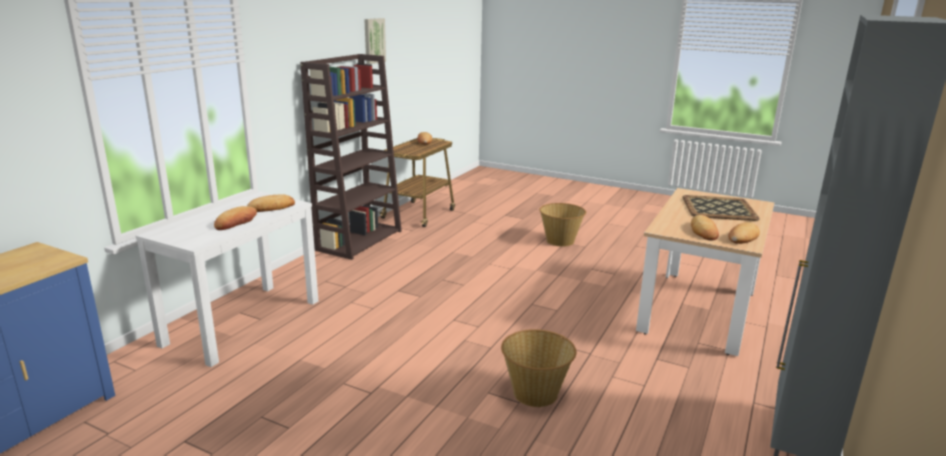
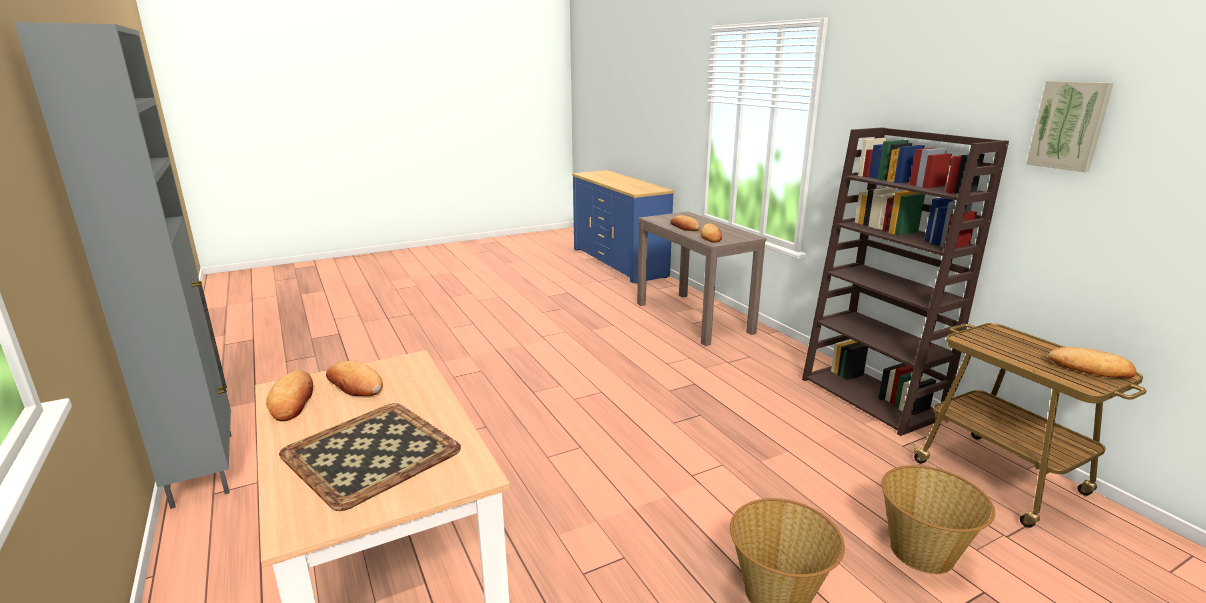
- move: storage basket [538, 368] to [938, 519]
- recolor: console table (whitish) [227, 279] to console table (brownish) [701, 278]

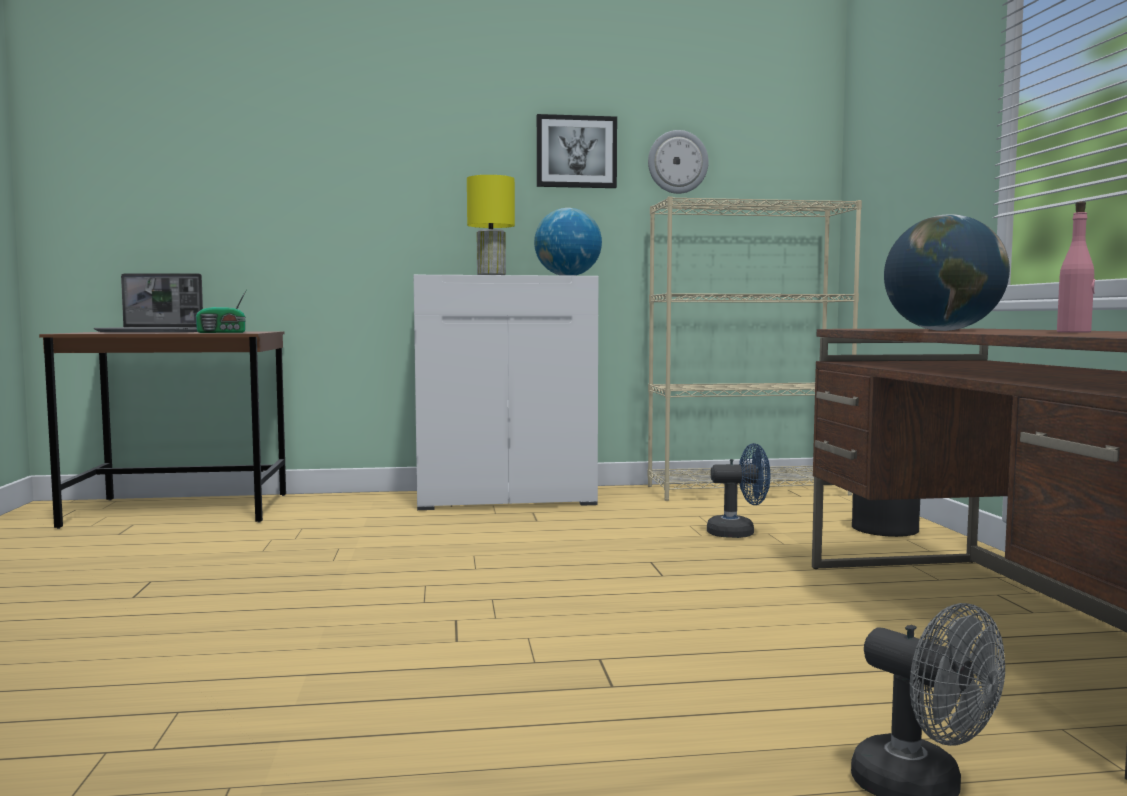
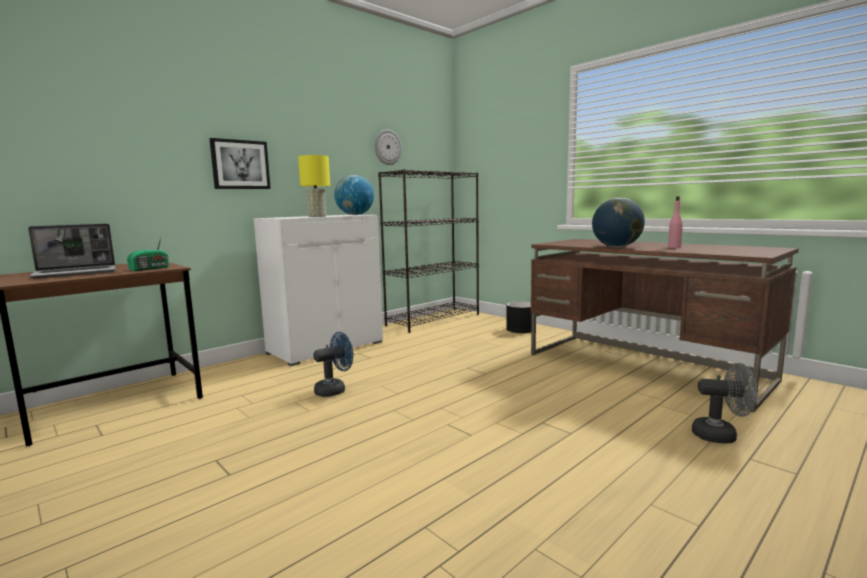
- move: picture [577, 151] to [240, 163]
- move: cooling fan (blue-coloured) [738, 490] to [333, 364]
- recolor: shelving unit (sand-coloured) [754, 348] to shelving unit (blackish) [428, 251]

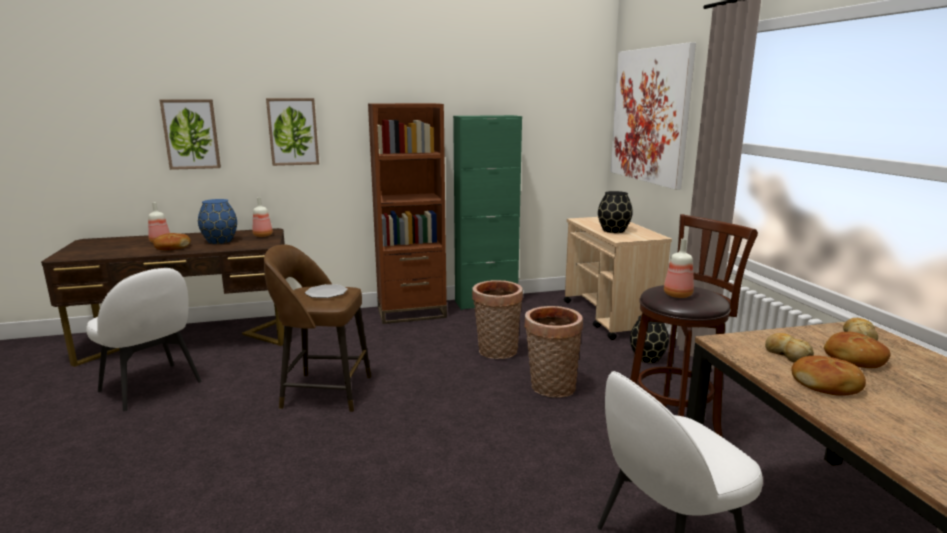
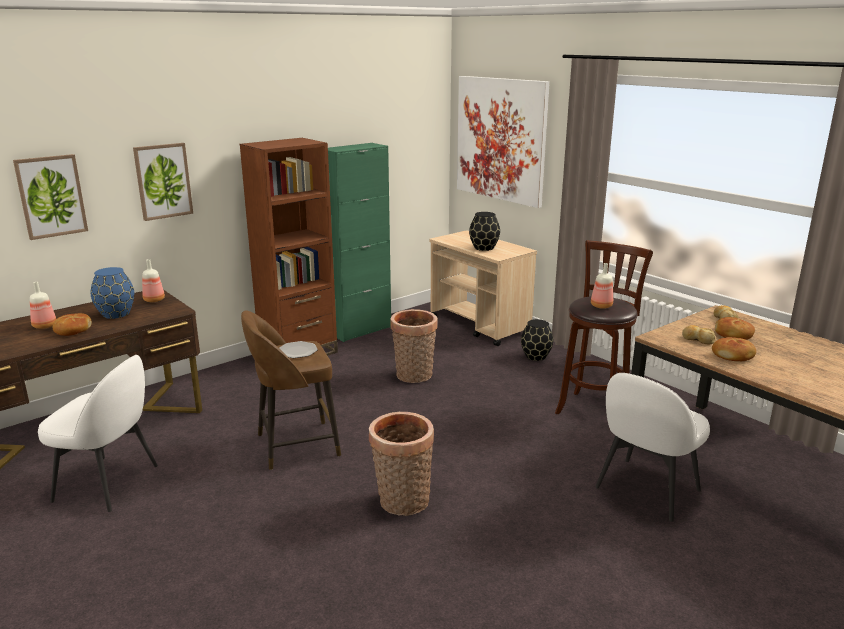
- move: storage basket [553, 351] to [401, 464]

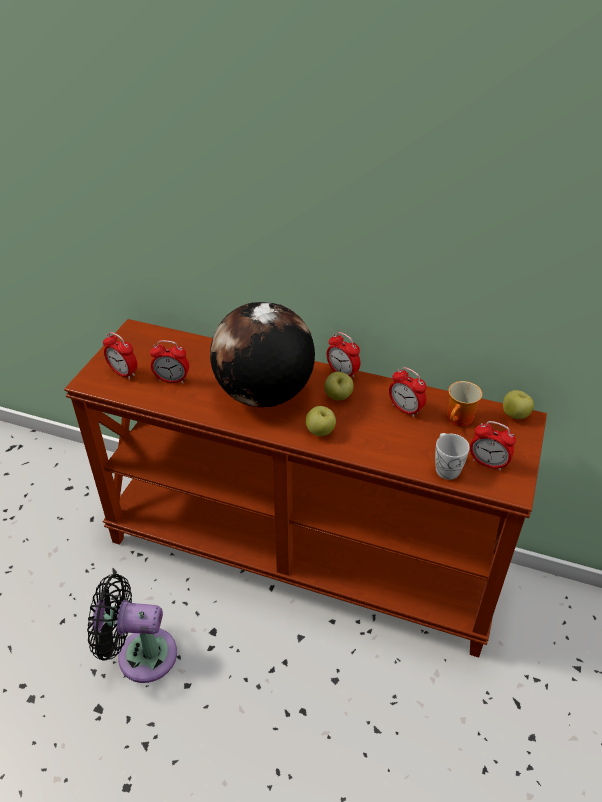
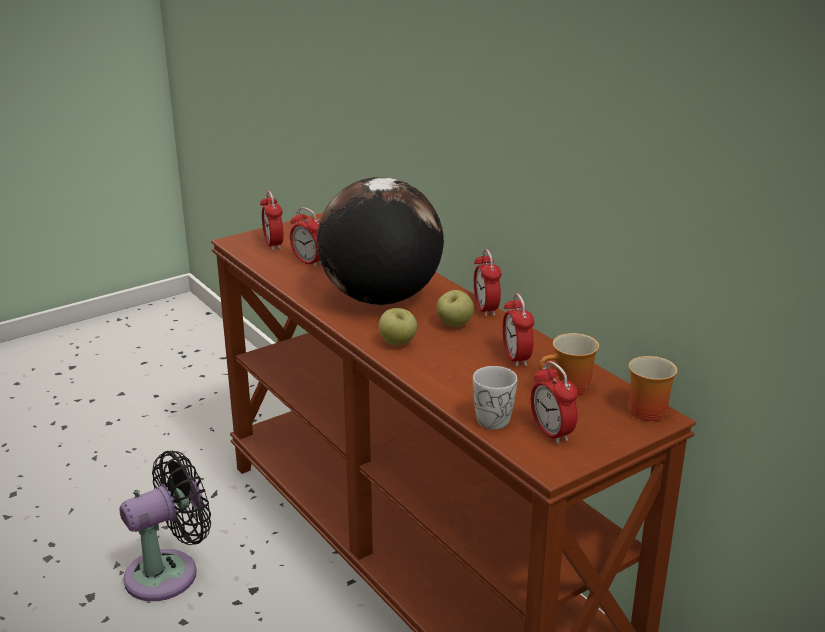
- replace: apple [518, 404] to mug [653, 388]
- rotate: cooling fan (blackish) [132, 628] = [165, 526] 105 degrees clockwise

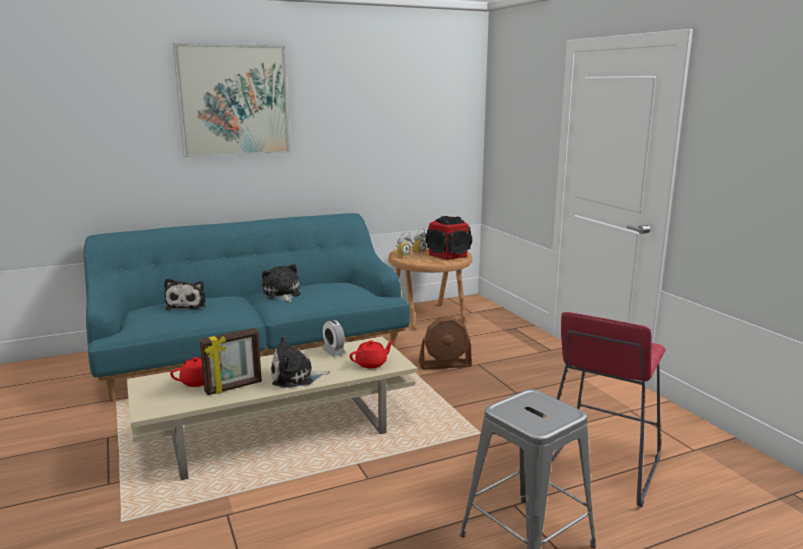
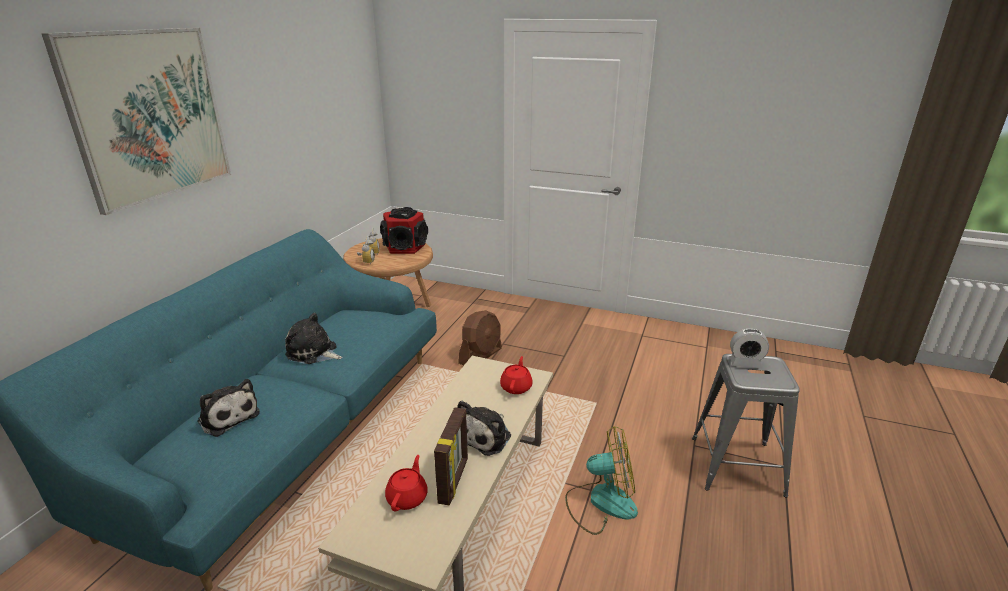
- delete: stool seat (red) [609, 409]
- insert: cooling fan [601, 480]
- move: table clock [334, 338] to [749, 348]

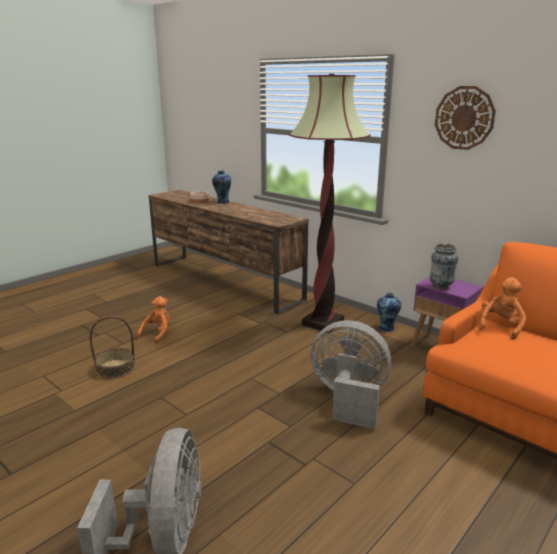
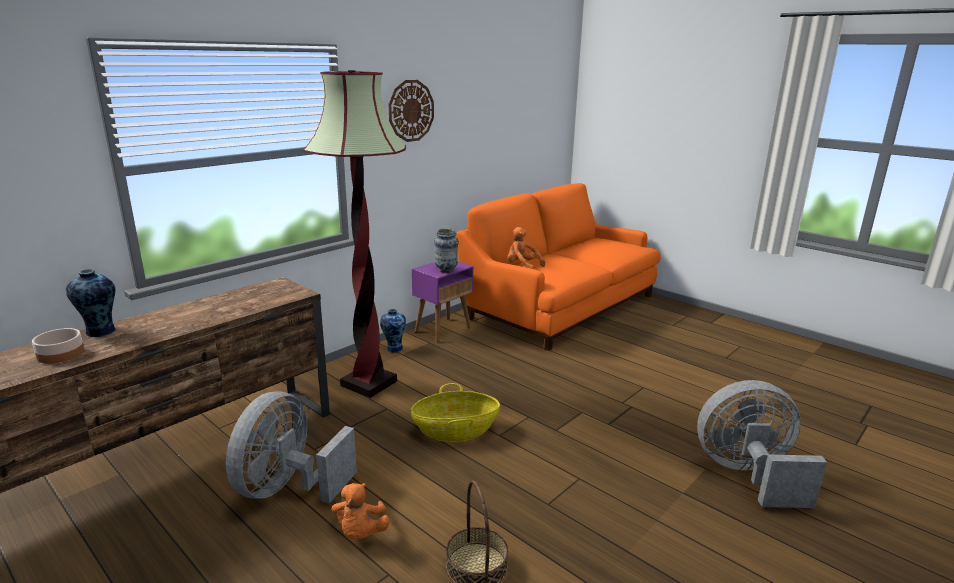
- insert: storage basket [455, 412]
- move: cooling fan (gray) [351, 374] to [291, 447]
- rotate: plush toy (orange-coloured) [153, 320] = [360, 511] 120 degrees counterclockwise

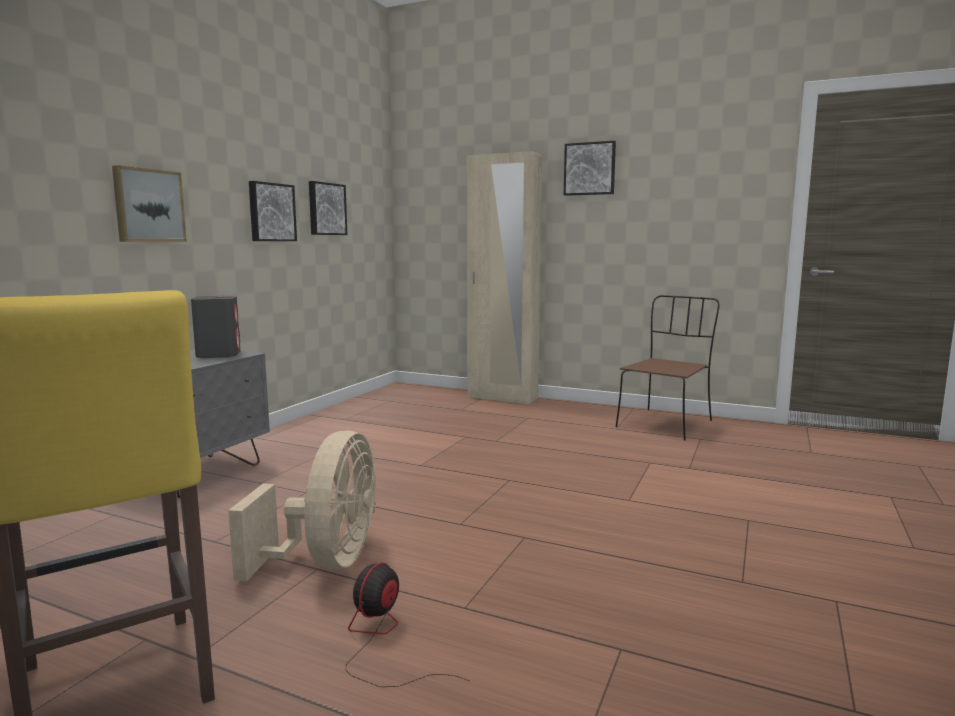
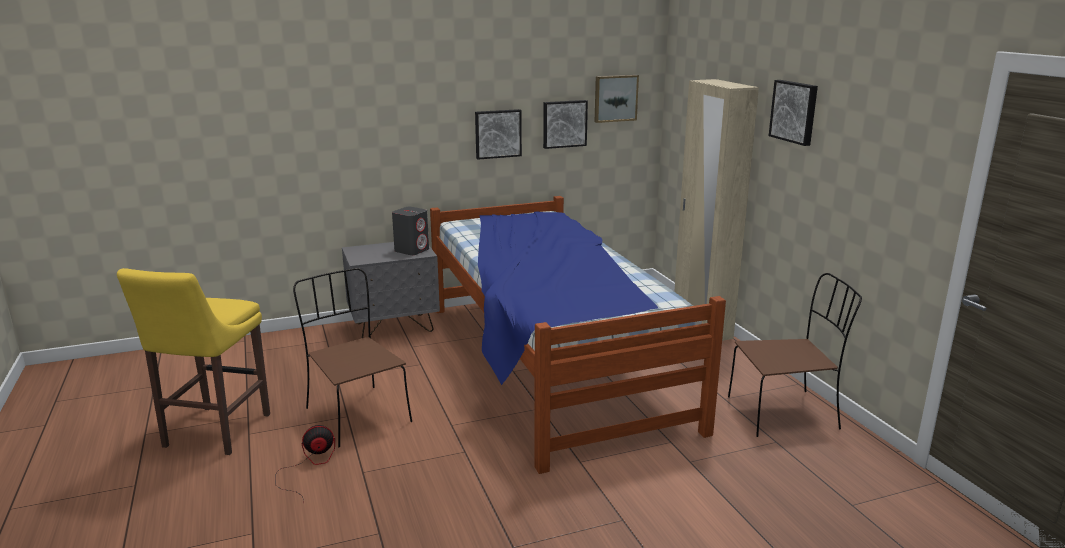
- insert: bed [578, 335]
- move: picture [149, 203] to [617, 99]
- replace: cooling fan (sand-coloured) [302, 505] to plain chair (brownish) [352, 357]

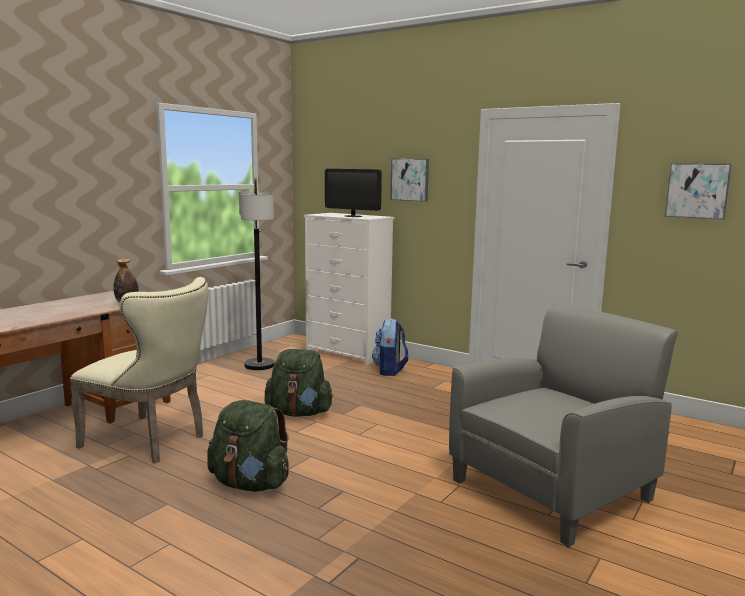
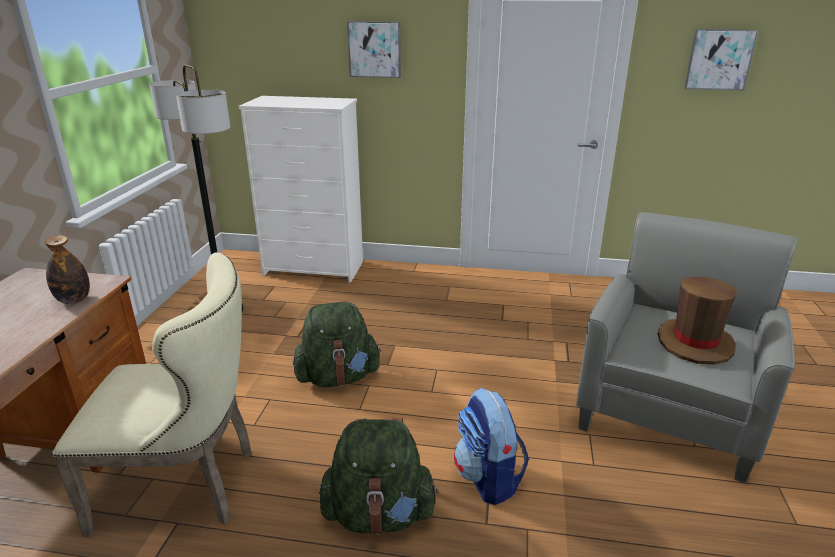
- delete: monitor [353, 193]
- insert: clothing hat (brownish) [697, 321]
- move: knapsack [390, 347] to [491, 446]

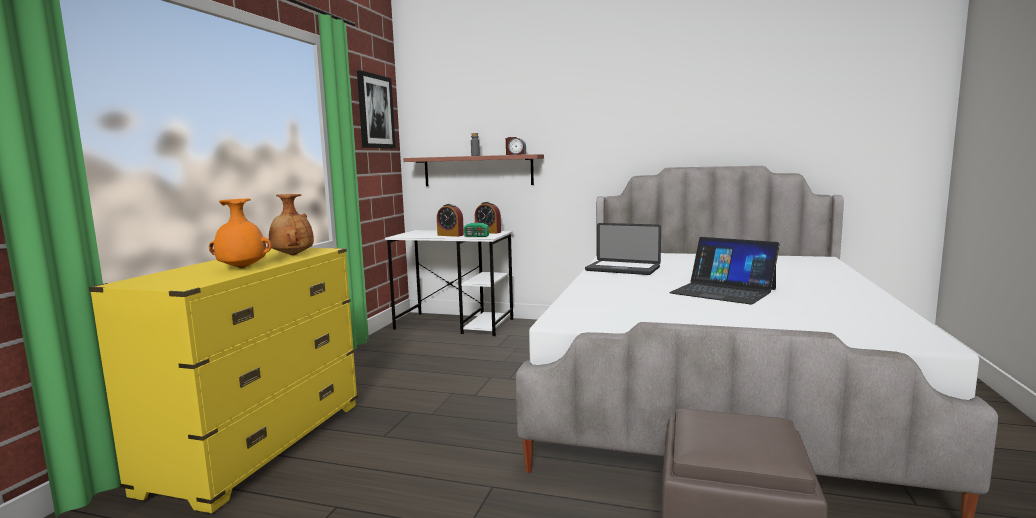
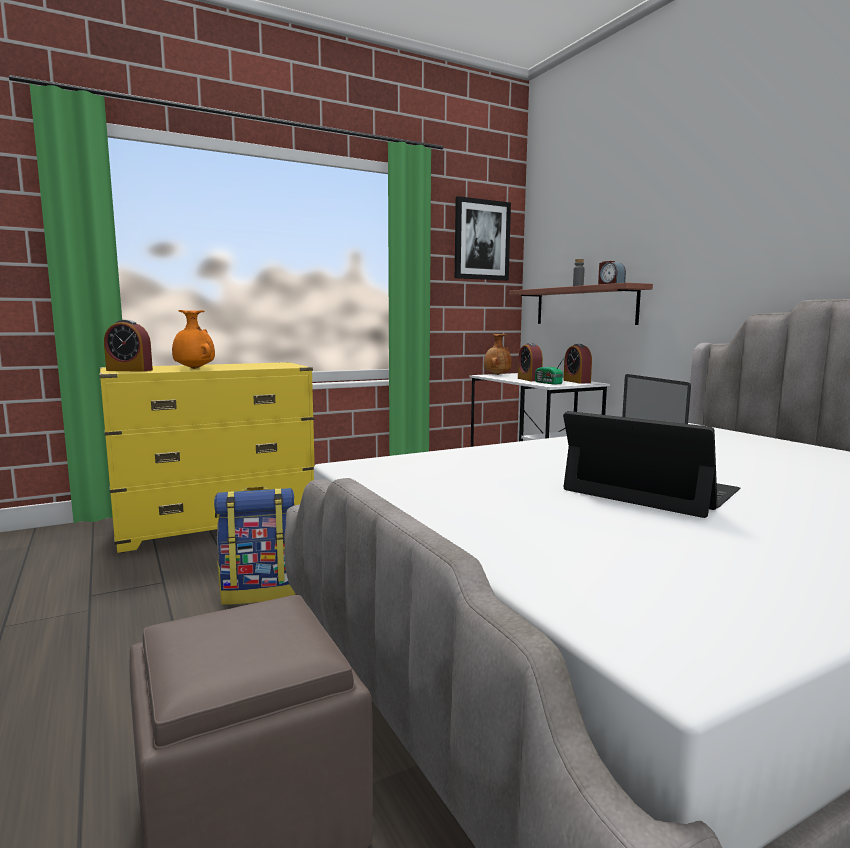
- insert: table clock [128, 346]
- insert: knapsack [255, 545]
- move: vase (brownish) [291, 224] to [498, 354]
- rotate: notebook computer [724, 271] = [652, 464] 135 degrees clockwise

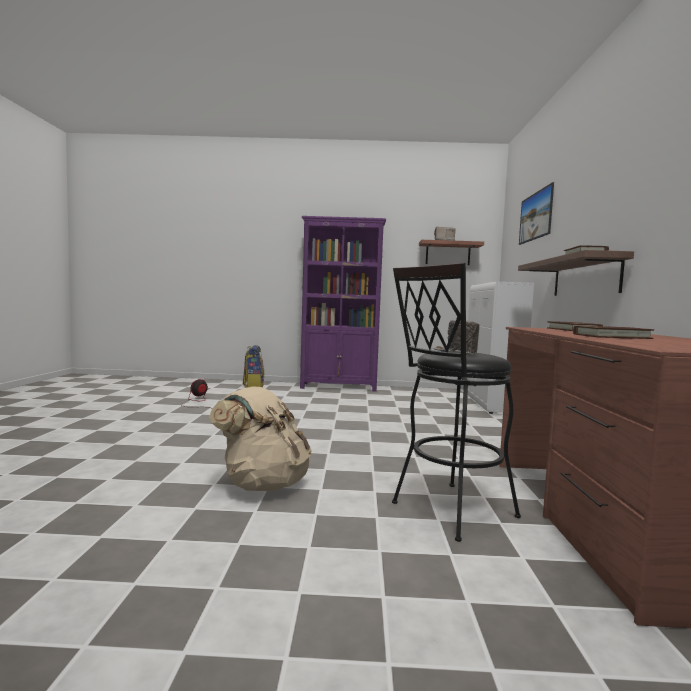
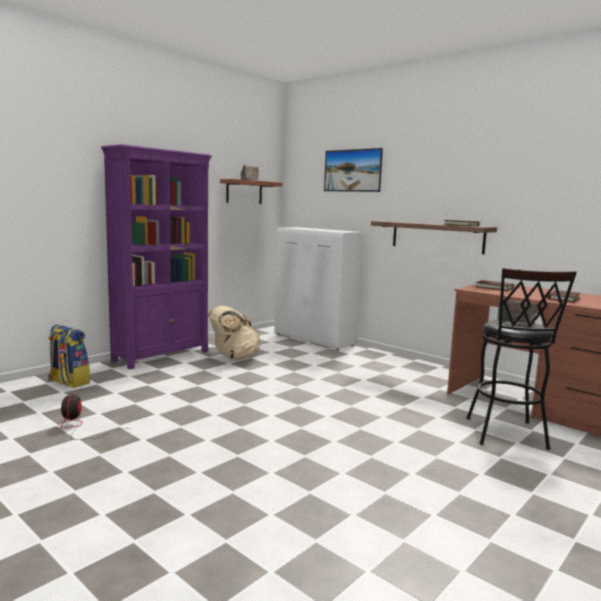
- move: knapsack (sand-coloured) [260, 438] to [234, 333]

